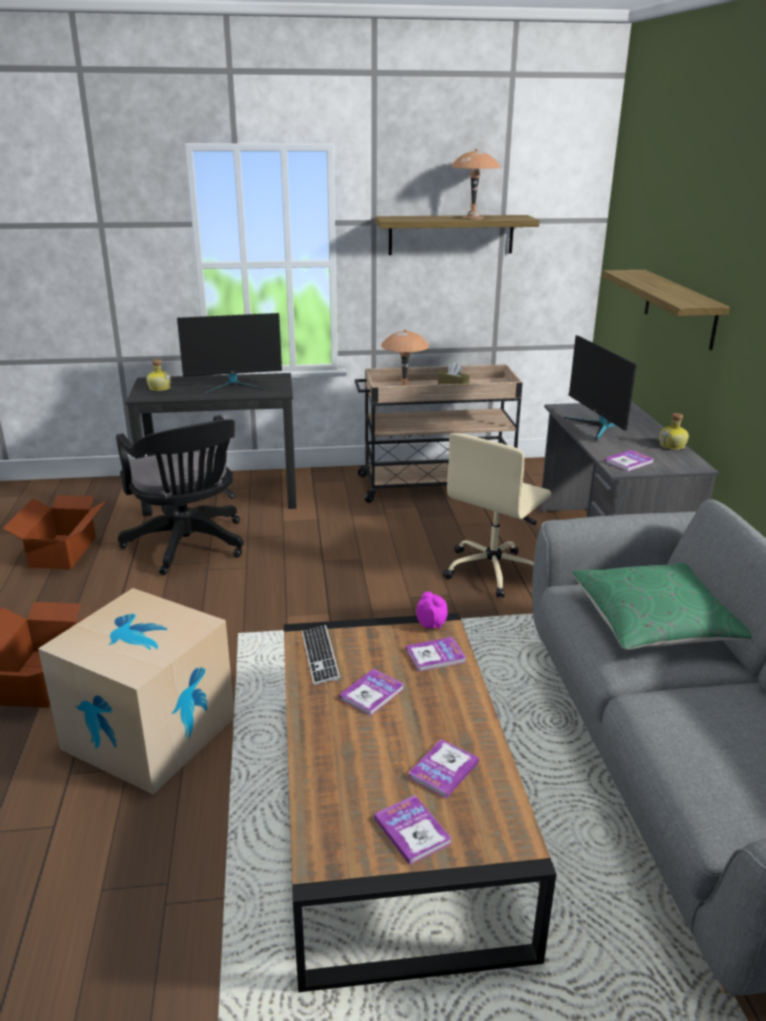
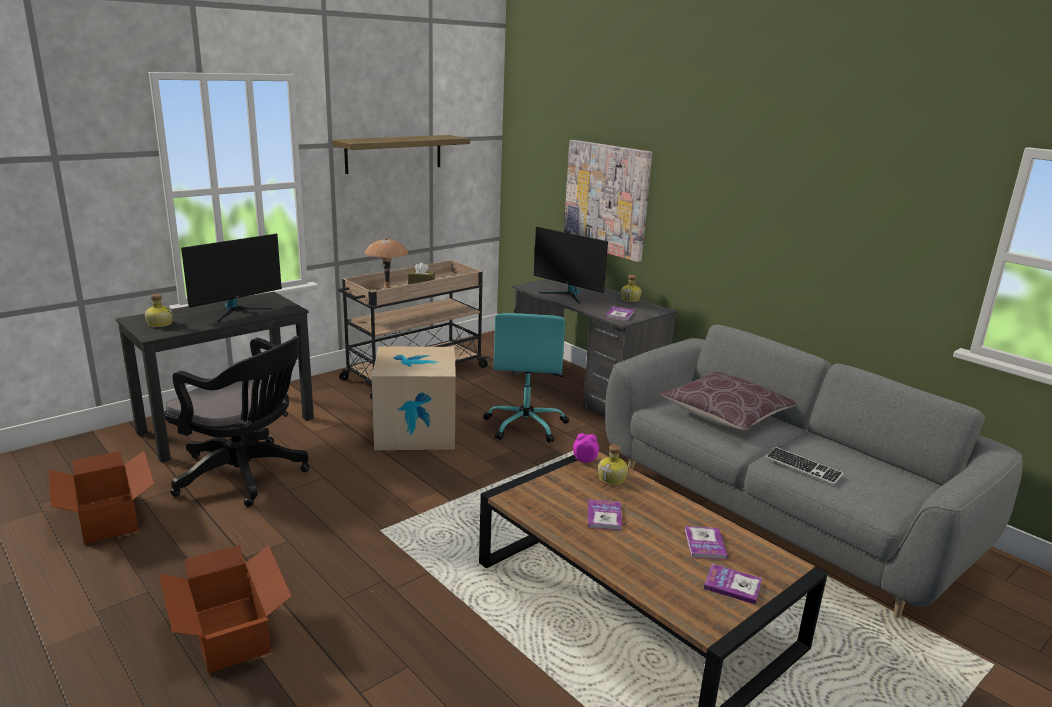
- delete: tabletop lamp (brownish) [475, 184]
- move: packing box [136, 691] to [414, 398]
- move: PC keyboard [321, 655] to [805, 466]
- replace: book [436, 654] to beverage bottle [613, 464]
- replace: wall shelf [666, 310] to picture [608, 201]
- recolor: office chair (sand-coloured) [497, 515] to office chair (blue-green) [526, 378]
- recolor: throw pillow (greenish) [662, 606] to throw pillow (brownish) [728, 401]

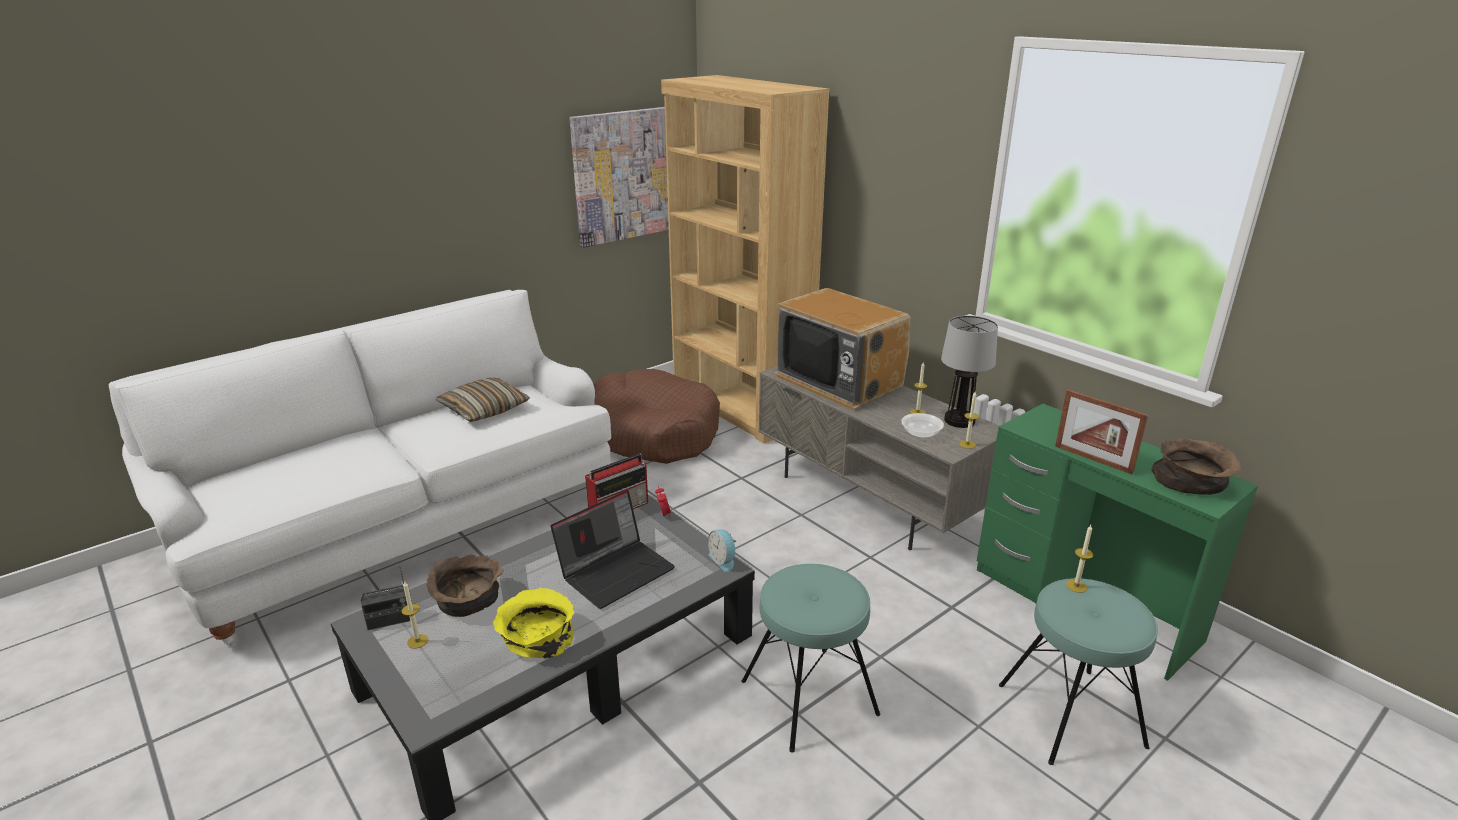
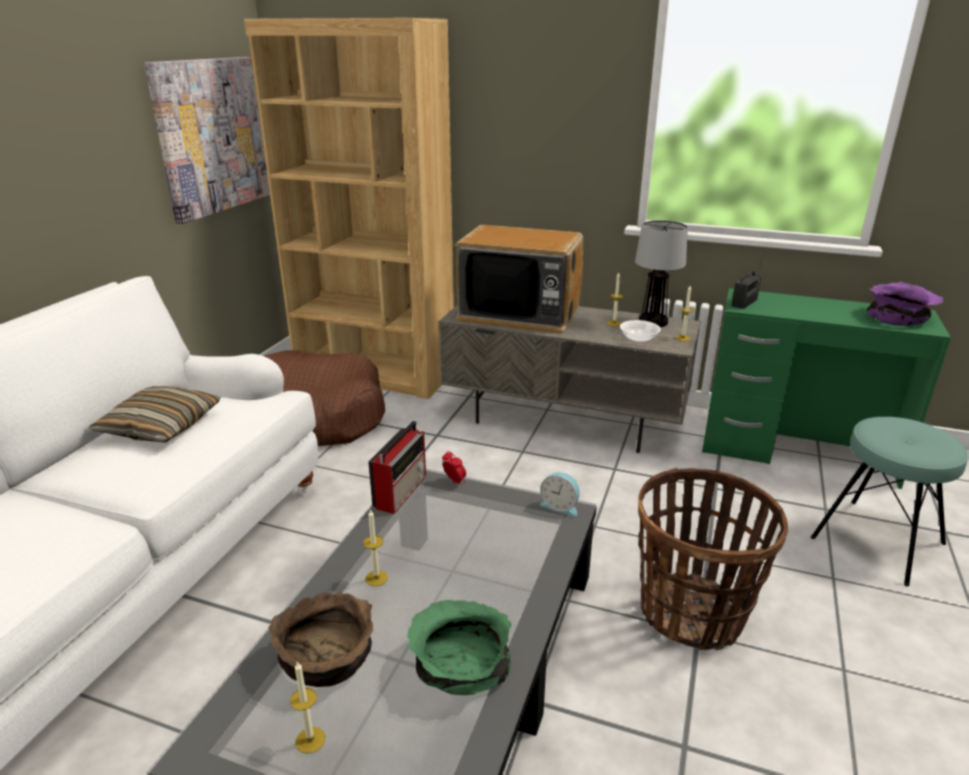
- delete: notebook computer [613, 549]
- delete: picture frame [1101, 431]
- move: radio receiver [386, 599] to [747, 279]
- move: wax candle [1079, 559] to [375, 547]
- replace: stool seat (blue-green) [810, 658] to storage basket [713, 559]
- recolor: bowl (yellowish) [533, 623] to bowl (greenish) [459, 647]
- recolor: bowl (brownish) [1197, 466] to bowl (purple) [904, 303]

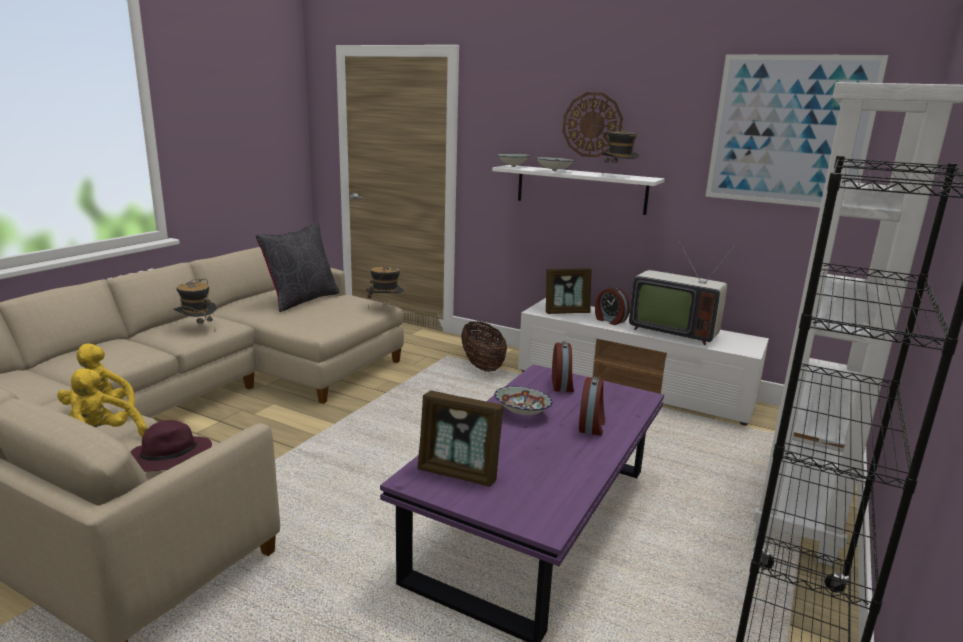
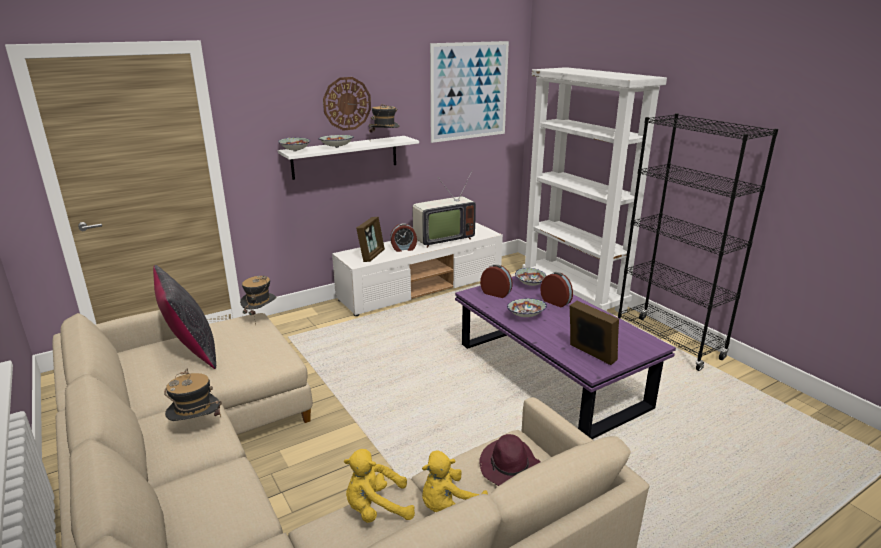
- delete: storage basket [484, 346]
- insert: bowl [530, 277]
- rotate: picture frame [460, 438] = [594, 333] 90 degrees counterclockwise

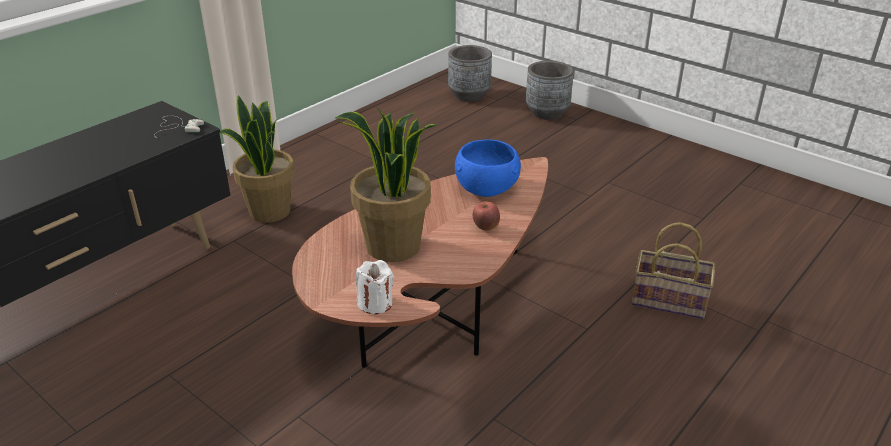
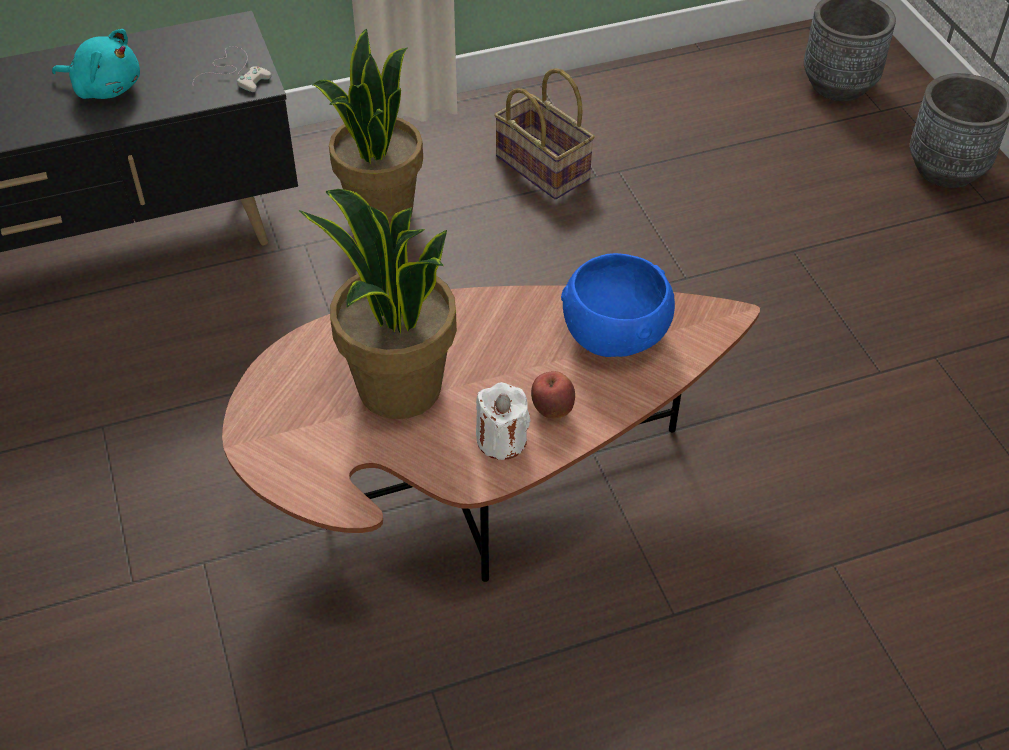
- insert: plush toy (blue-green) [96, 64]
- move: wax candle (whitish) [375, 287] to [503, 421]
- move: storage basket [673, 270] to [544, 133]

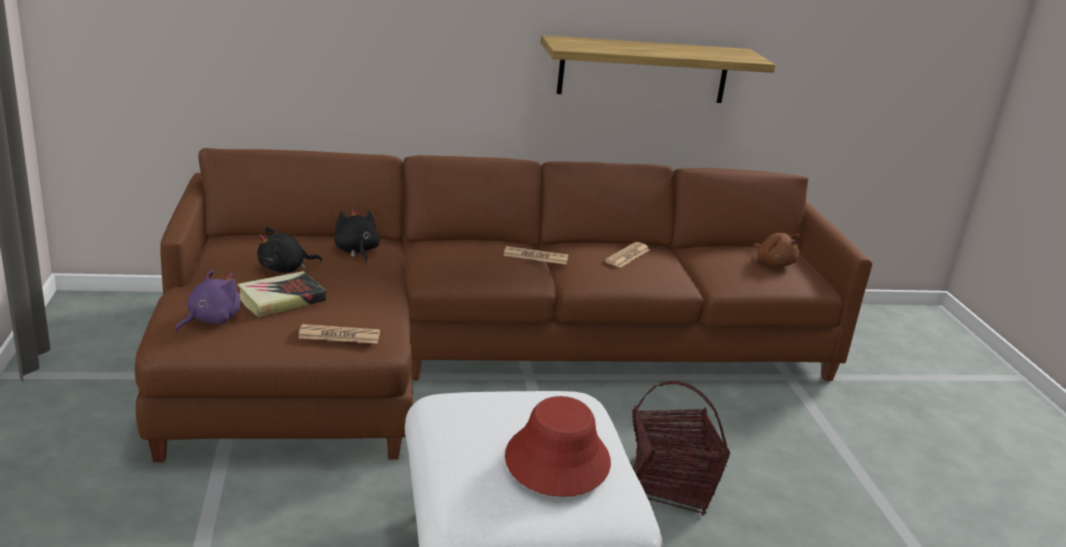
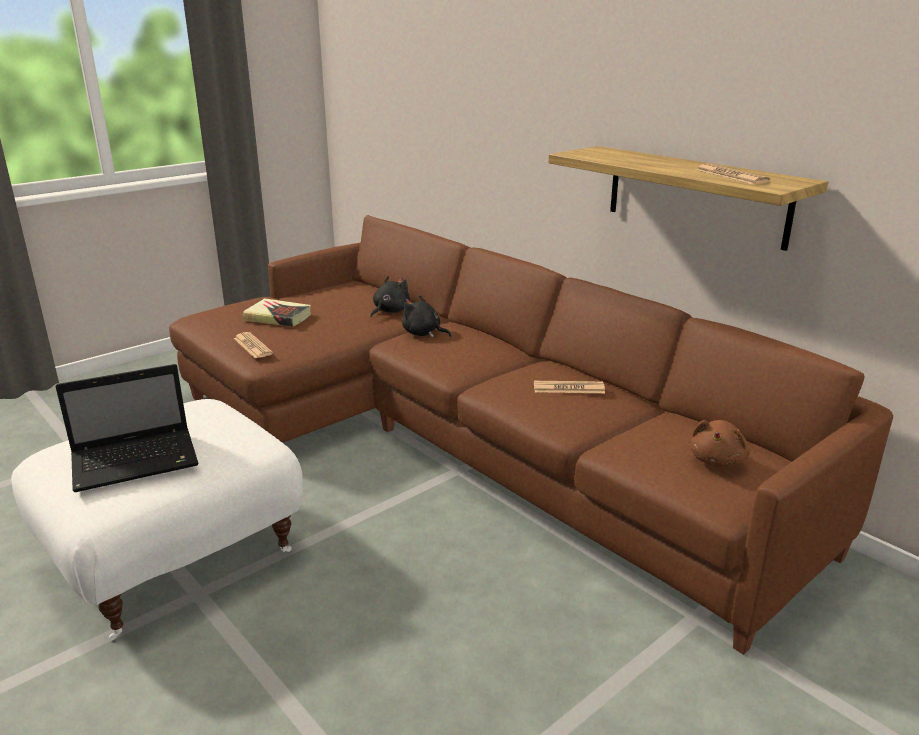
- delete: plush toy (purple) [208, 300]
- delete: storage basket [681, 448]
- move: plush toy (blackish) [289, 250] to [426, 316]
- move: printed paper [535, 255] to [733, 174]
- replace: clothing hat (red) [558, 446] to notebook computer [127, 428]

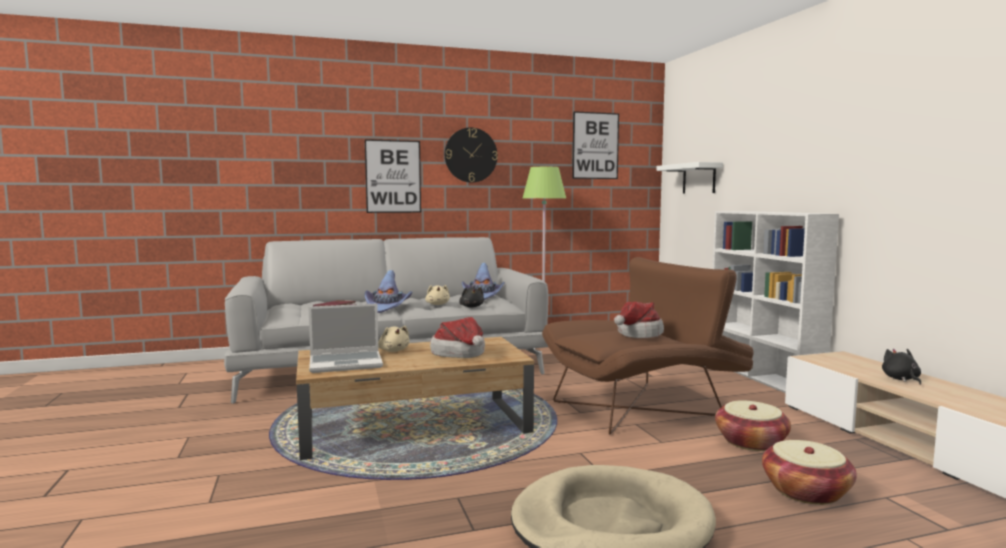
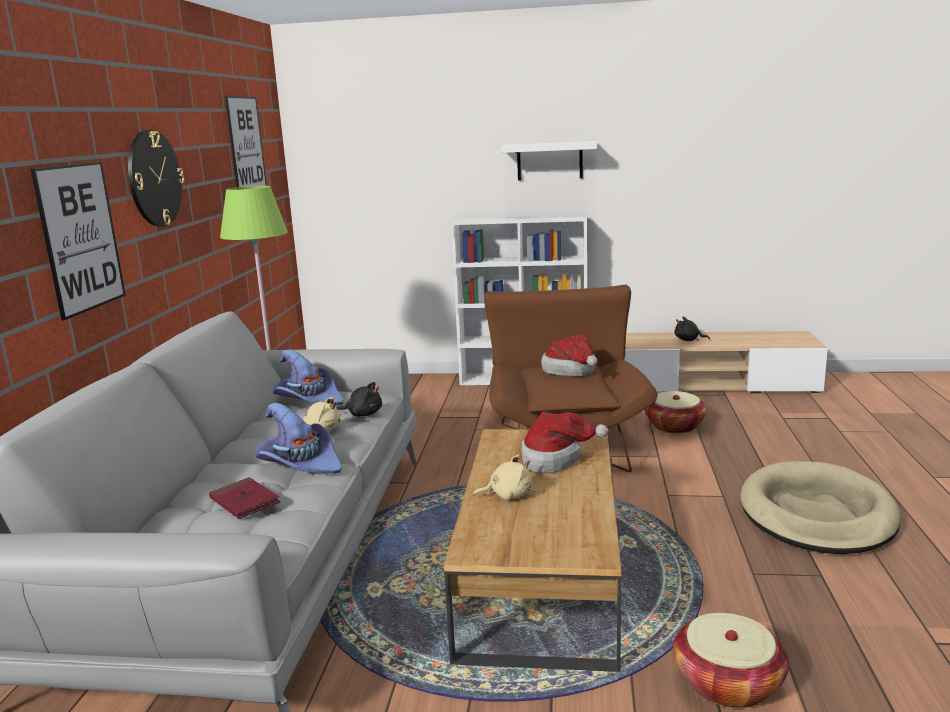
- delete: notebook computer [345, 338]
- move: wall shelf (whitish) [690, 178] to [549, 161]
- move: storage basket [809, 472] to [731, 660]

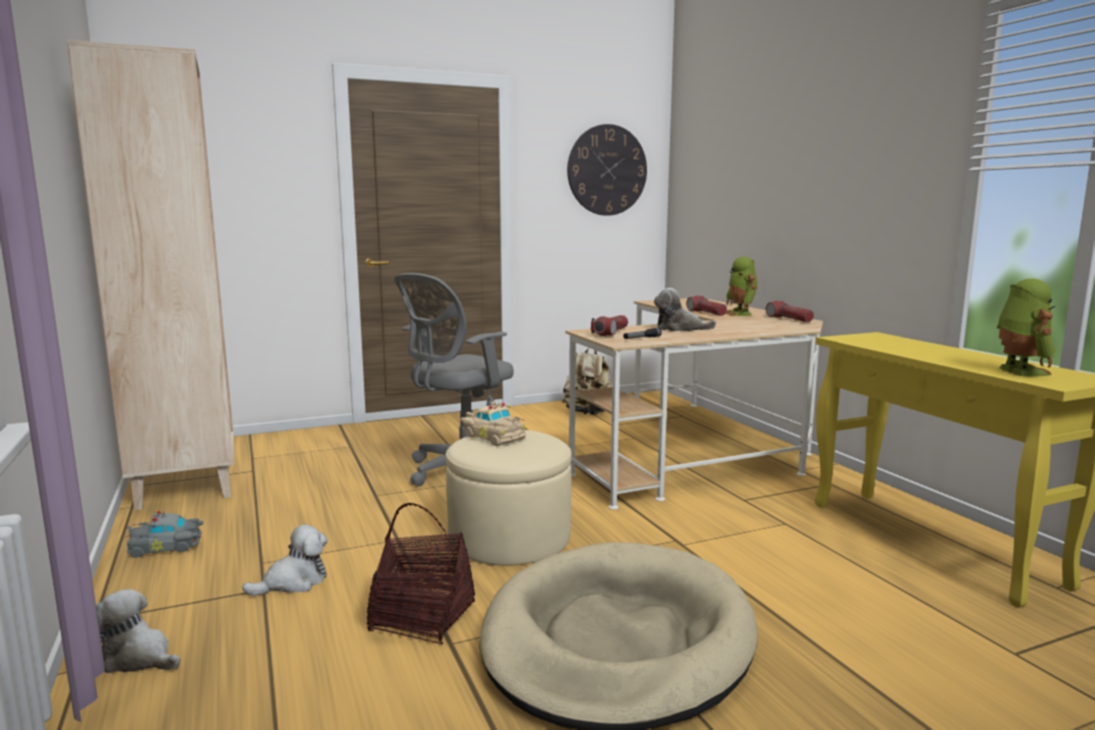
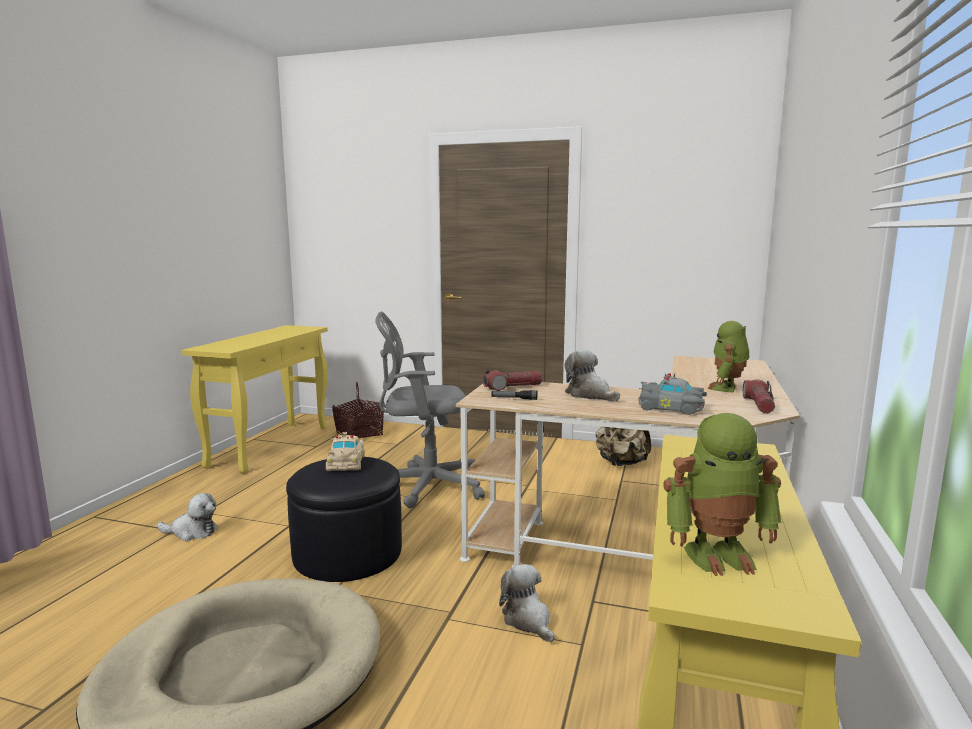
- delete: hanging clock [607, 170]
- delete: torch [706, 306]
- move: plush toy [138, 631] to [527, 603]
- move: toy car (gray) [163, 534] to [672, 394]
- move: storage basket [421, 573] to [358, 410]
- replace: shelving unit (sand-coloured) [150, 275] to console table (yellowish) [254, 399]
- recolor: footrest (sand-coloured) [509, 498] to footrest (blackish) [344, 519]
- rotate: toy robot [1026, 327] = [722, 494] 45 degrees clockwise

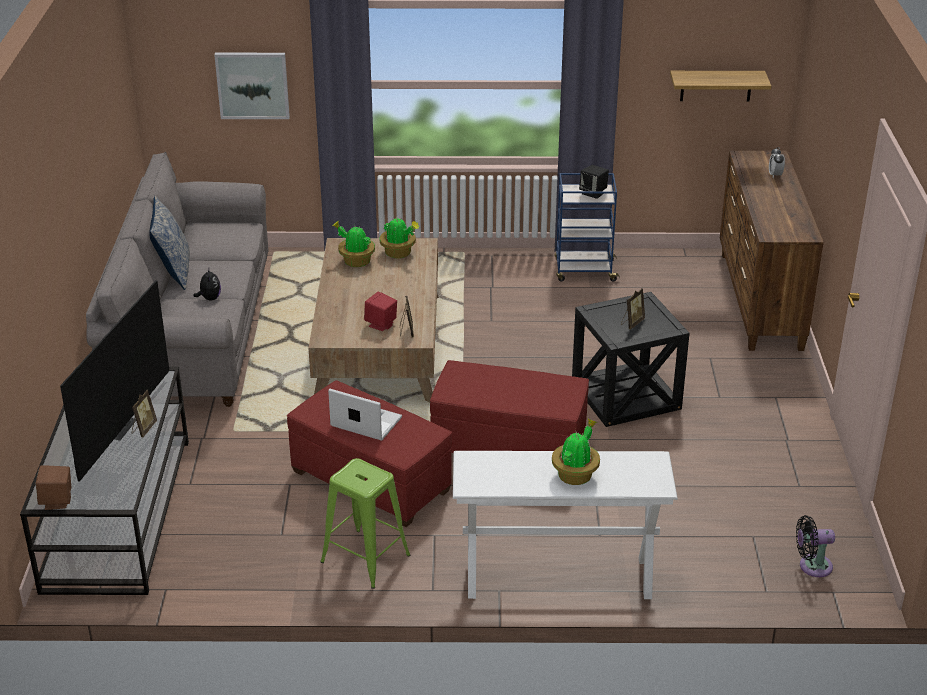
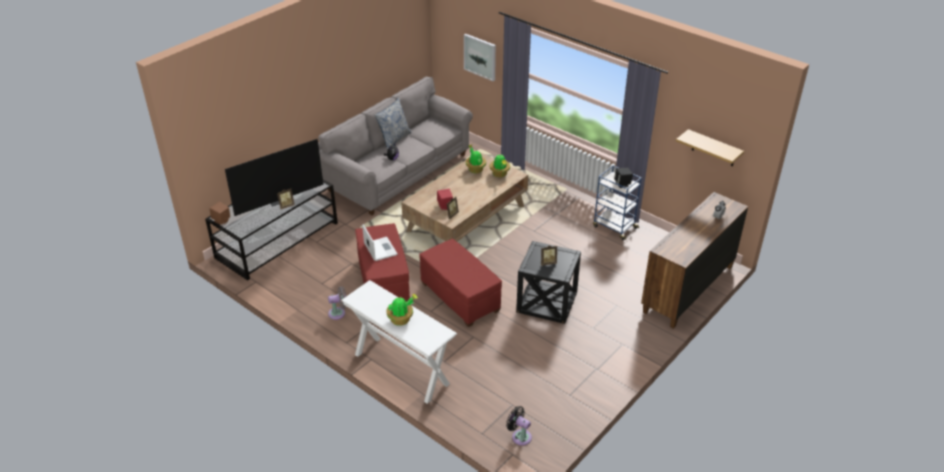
- replace: stool seat (greenish) [365, 523] to cooling fan (gray) [337, 303]

